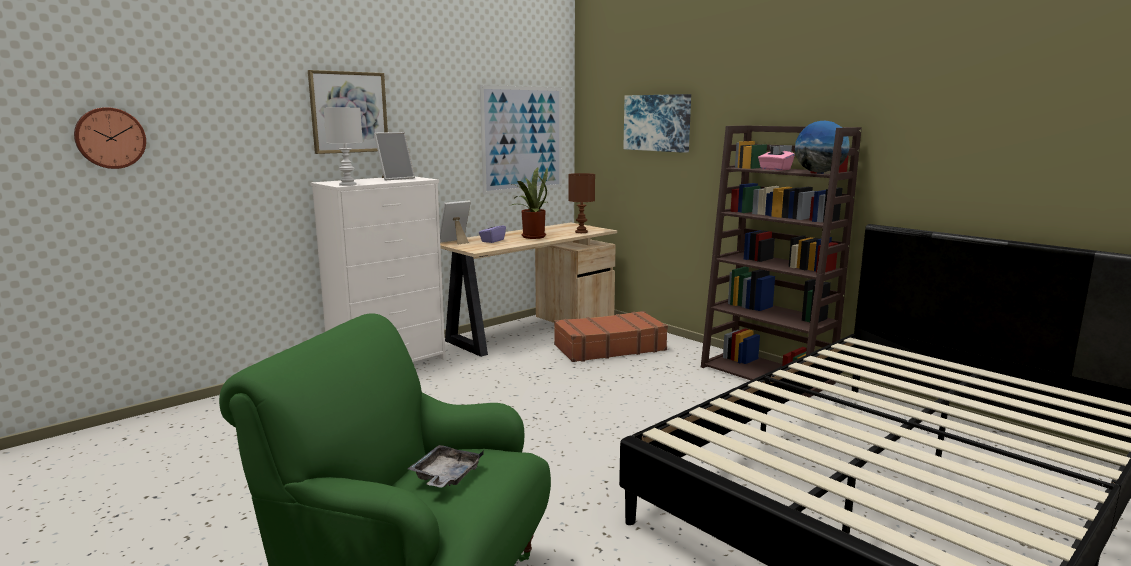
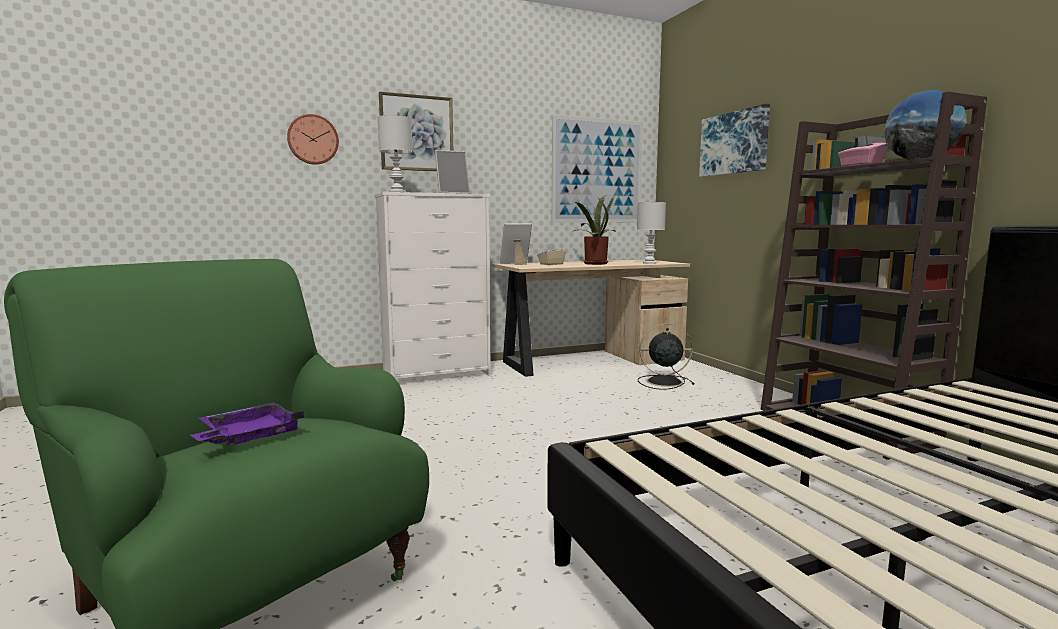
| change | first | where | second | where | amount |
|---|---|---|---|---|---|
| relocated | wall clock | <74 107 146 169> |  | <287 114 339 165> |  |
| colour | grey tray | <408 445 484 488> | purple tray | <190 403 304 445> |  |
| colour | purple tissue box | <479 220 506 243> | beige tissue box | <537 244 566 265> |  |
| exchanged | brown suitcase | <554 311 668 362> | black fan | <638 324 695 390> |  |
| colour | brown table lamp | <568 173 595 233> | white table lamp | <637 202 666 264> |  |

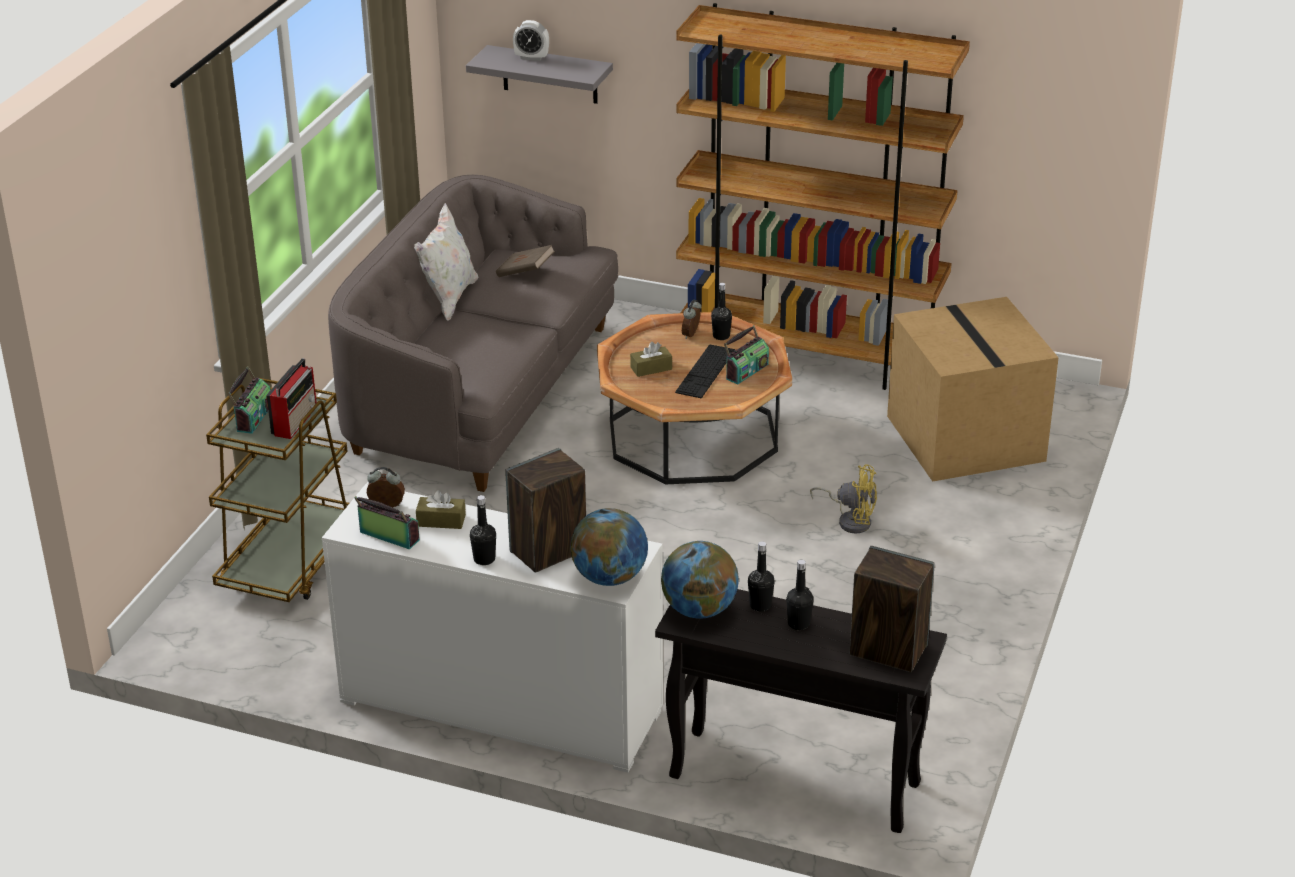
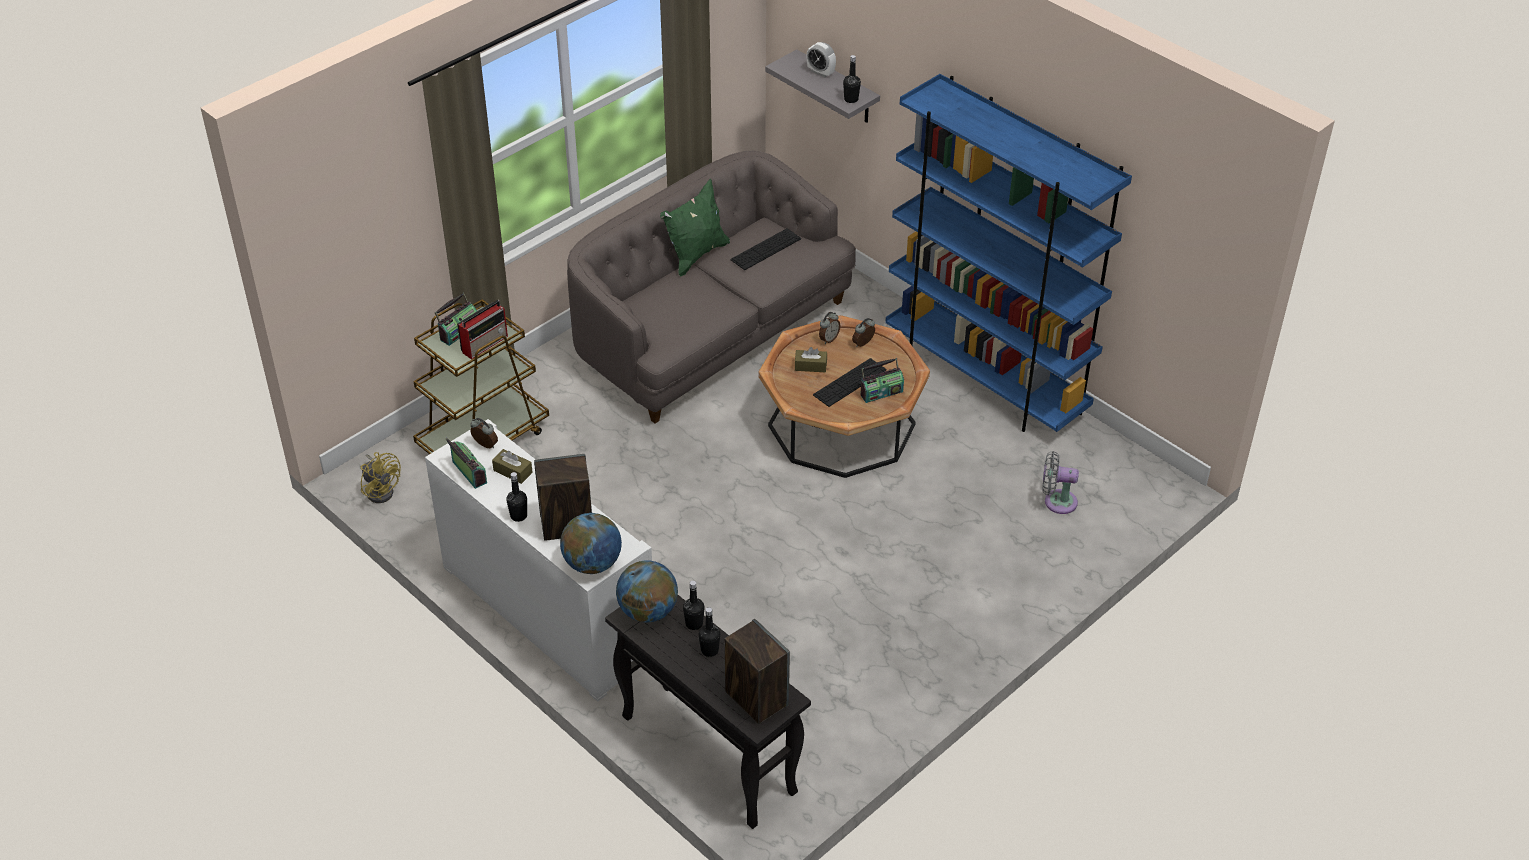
| change | first | where | second | where | amount |
|---|---|---|---|---|---|
| colour | white pillow | <414 203 479 321> | green pillow | <660 179 730 276> |  |
| exchanged | brown book | <496 245 555 277> | keyboard | <730 228 801 270> |  |
| colour | brown bookcase | <676 3 970 390> | blue bookcase | <885 74 1132 432> |  |
| relocated | black bottle | <711 283 732 340> |  | <843 55 861 103> |  |
| relocated | yellow fan | <810 464 877 534> |  | <361 452 401 503> |  |
| exchanged | cardboard box | <887 297 1059 482> | grey fan | <1042 451 1079 514> |  |
| appeared |  |  | alarm clock | <819 312 840 344> |  |

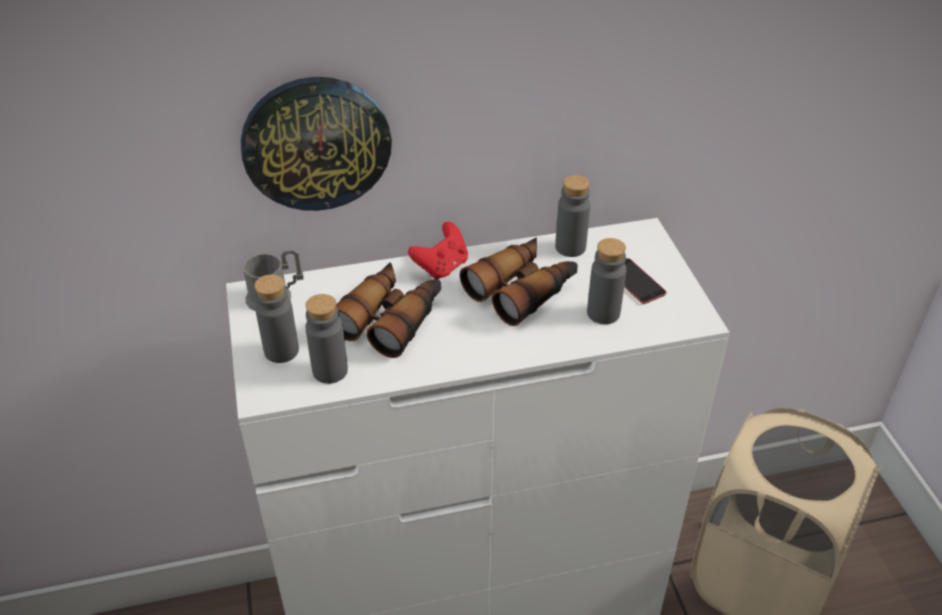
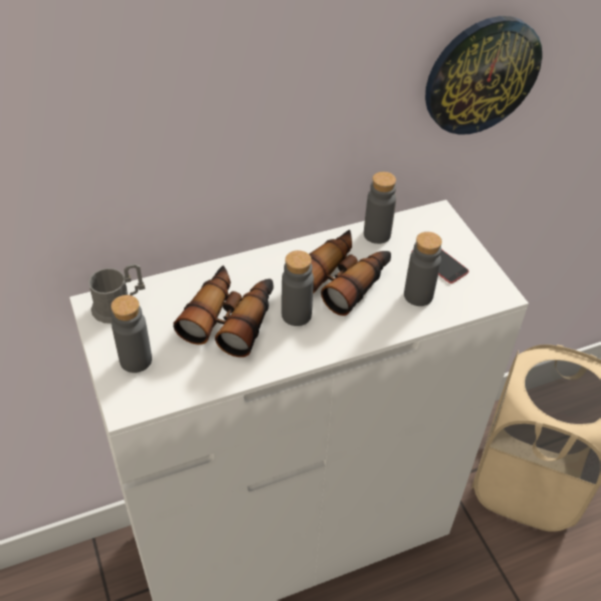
| change | first | where | second | where | amount |
|---|---|---|---|---|---|
| relocated | wall clock | <241 77 392 211> |  | <425 16 542 135> |  |
| relocated | grey bottle | <305 294 348 384> |  | <281 250 314 326> |  |
| missing | red game controller | <408 222 468 279> |  |  |  |

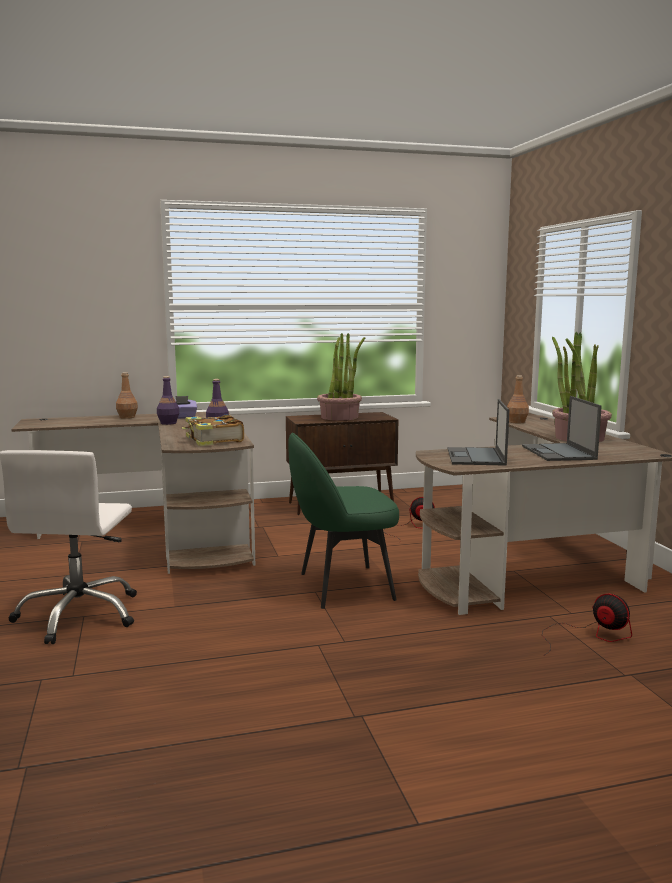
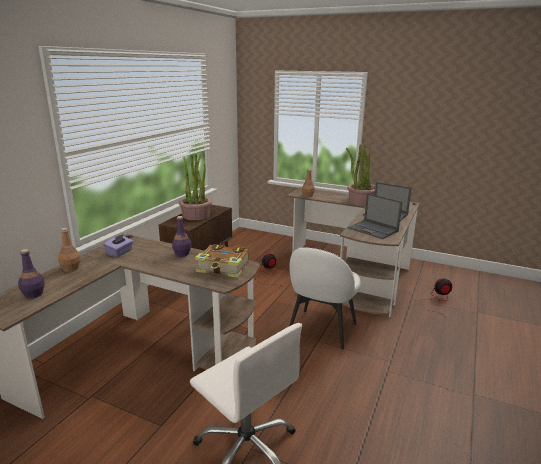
| change | first | where | second | where | amount |
|---|---|---|---|---|---|
| relocated | purple bottle | <157 376 179 425> |  | <18 249 45 299> |  |
| colour | green chair | <288 433 399 609> | white chair | <289 247 361 349> |  |

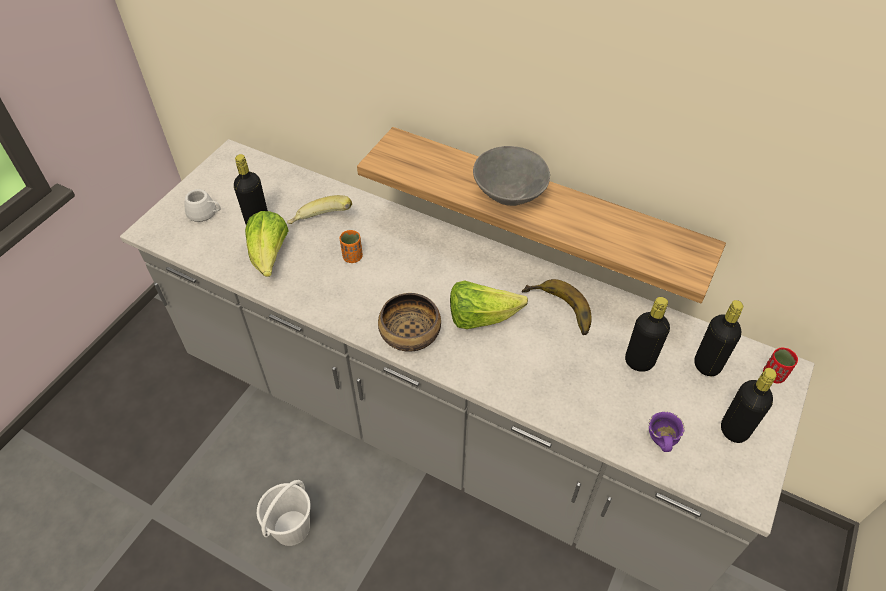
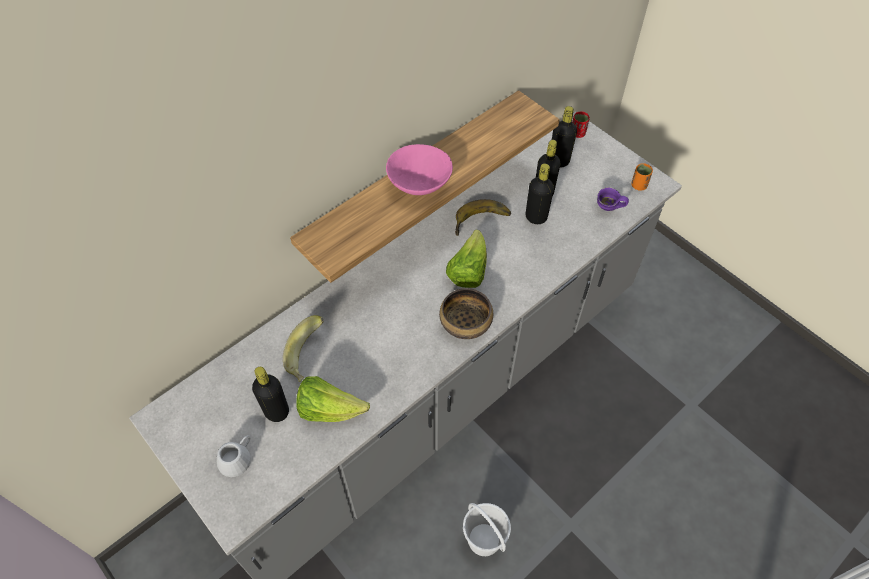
| change | first | where | second | where | amount |
|---|---|---|---|---|---|
| relocated | orange cup | <340 230 363 263> |  | <631 163 653 191> |  |
| colour | grey bowl | <473 146 550 206> | pink bowl | <386 144 453 195> |  |
| relocated | black bottle | <721 368 777 443> |  | <526 163 554 224> |  |

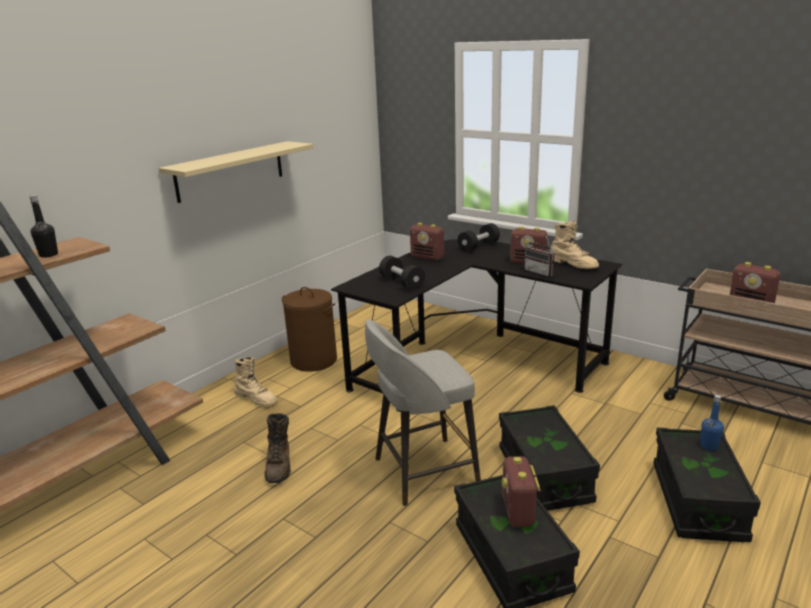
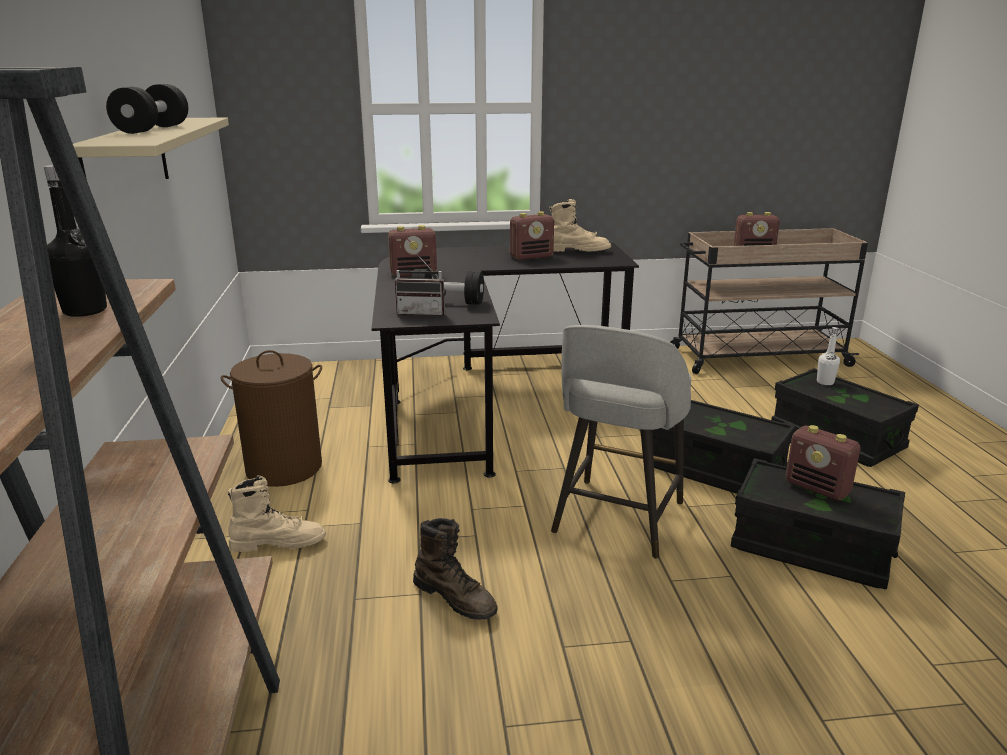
| change | first | where | second | where | amount |
|---|---|---|---|---|---|
| relocated | black dumbbell | <457 223 500 252> |  | <106 84 189 134> |  |
| relocated | radio | <524 236 555 277> |  | <395 254 446 316> |  |
| colour | blue bottle | <700 395 724 451> | white bottle | <817 327 840 385> |  |

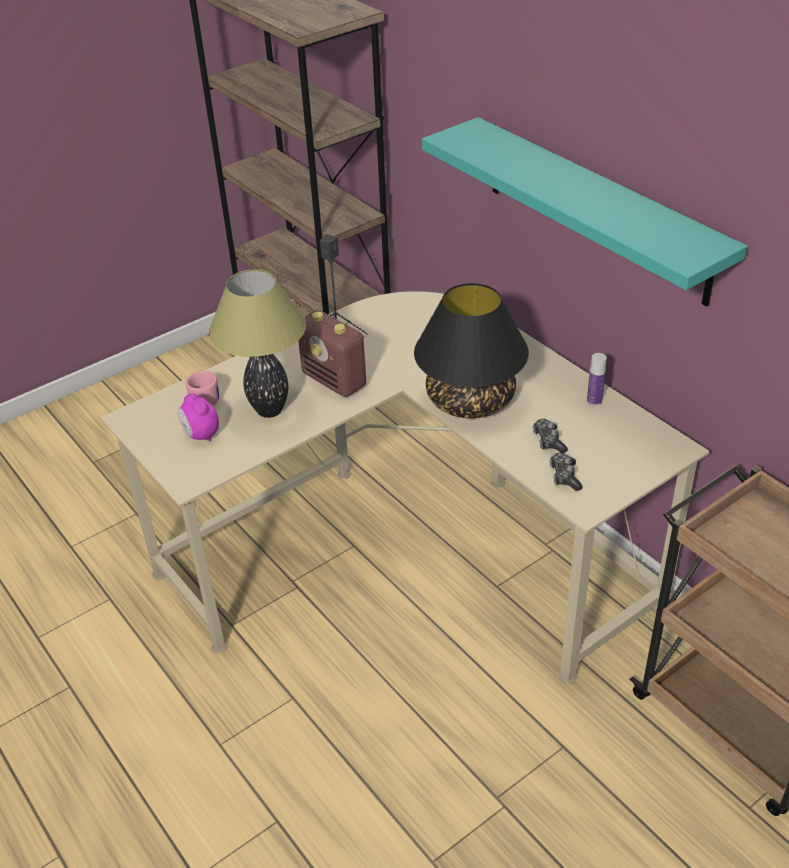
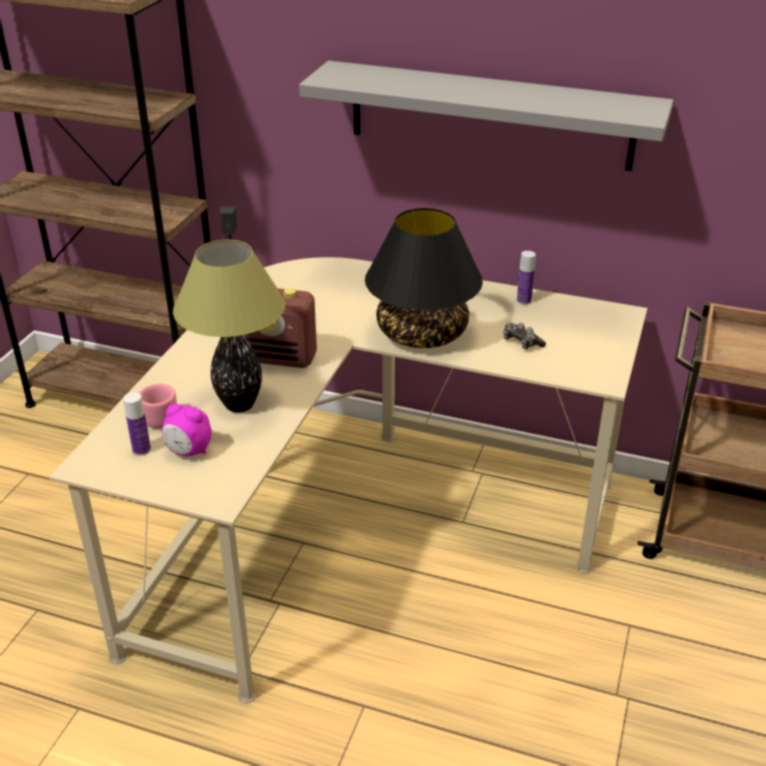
| change | first | where | second | where | amount |
|---|---|---|---|---|---|
| colour | turquoise shelf | <422 117 748 306> | grey shelf | <299 61 674 171> |  |
| missing | game controller | <550 453 582 491> |  |  |  |
| appeared |  |  | bottle | <123 392 151 456> |  |

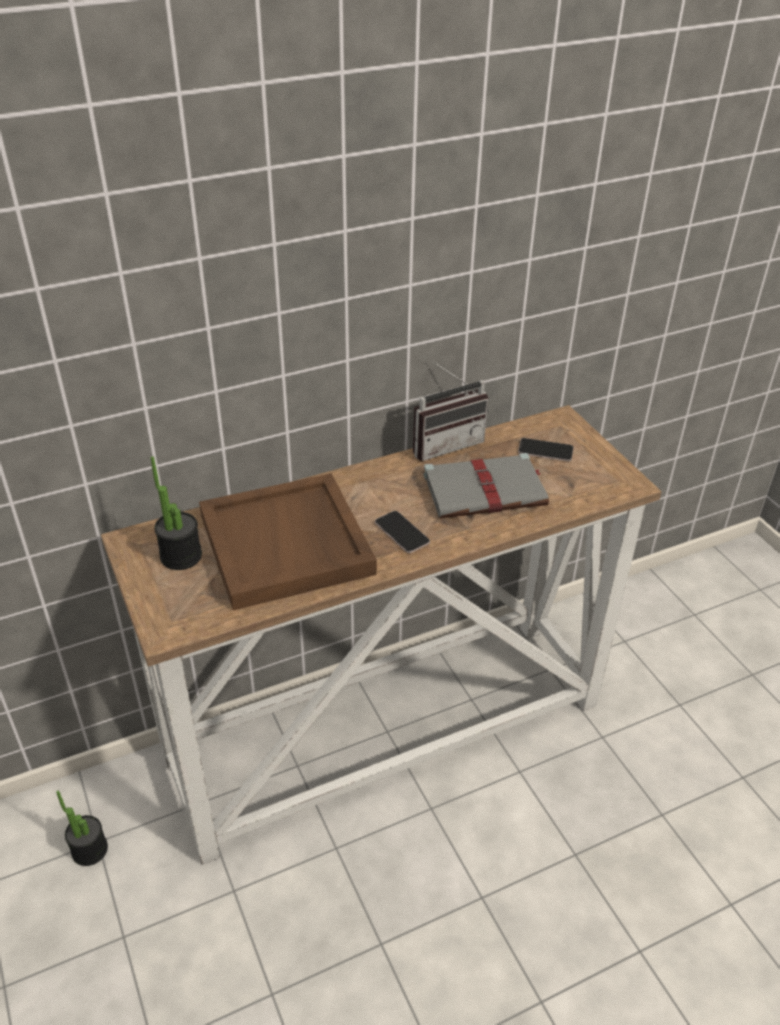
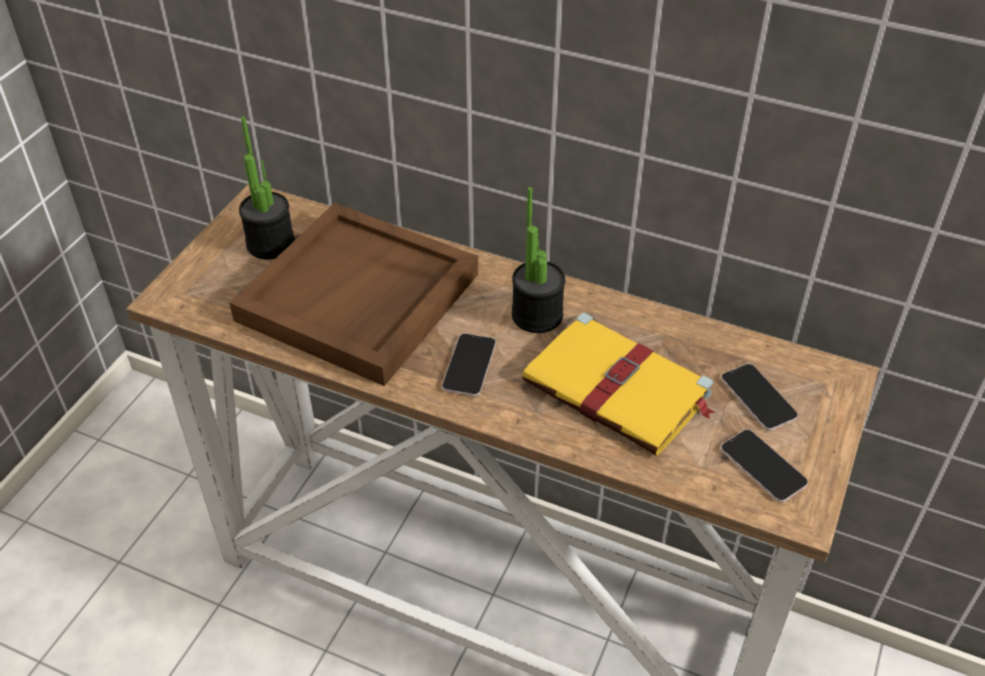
| change | first | where | second | where | amount |
|---|---|---|---|---|---|
| relocated | potted plant | <56 791 108 866> |  | <512 187 565 333> |  |
| missing | radio | <413 360 488 461> |  |  |  |
| colour | grey book | <423 453 549 518> | yellow book | <522 313 715 456> |  |
| appeared |  |  | phone | <720 429 808 502> |  |

